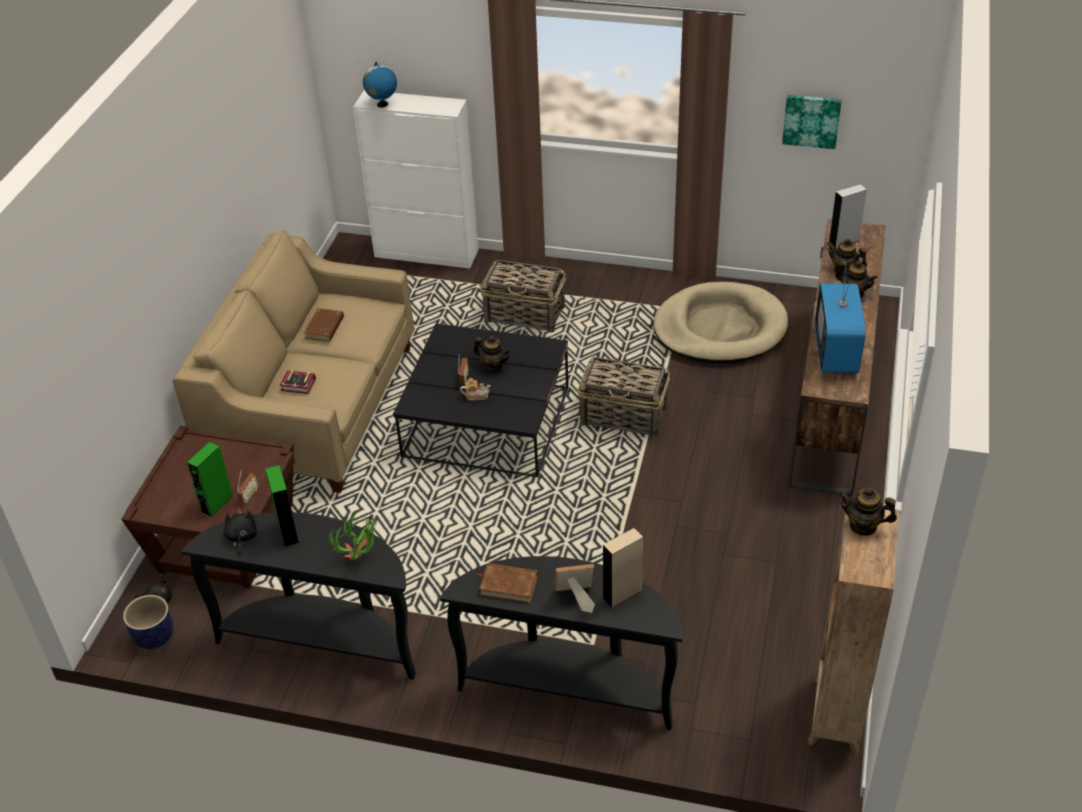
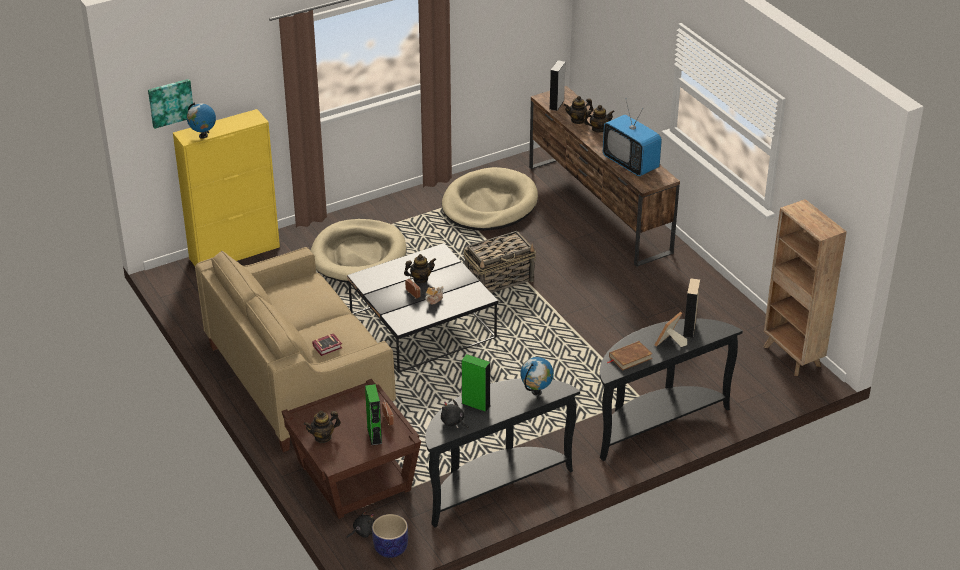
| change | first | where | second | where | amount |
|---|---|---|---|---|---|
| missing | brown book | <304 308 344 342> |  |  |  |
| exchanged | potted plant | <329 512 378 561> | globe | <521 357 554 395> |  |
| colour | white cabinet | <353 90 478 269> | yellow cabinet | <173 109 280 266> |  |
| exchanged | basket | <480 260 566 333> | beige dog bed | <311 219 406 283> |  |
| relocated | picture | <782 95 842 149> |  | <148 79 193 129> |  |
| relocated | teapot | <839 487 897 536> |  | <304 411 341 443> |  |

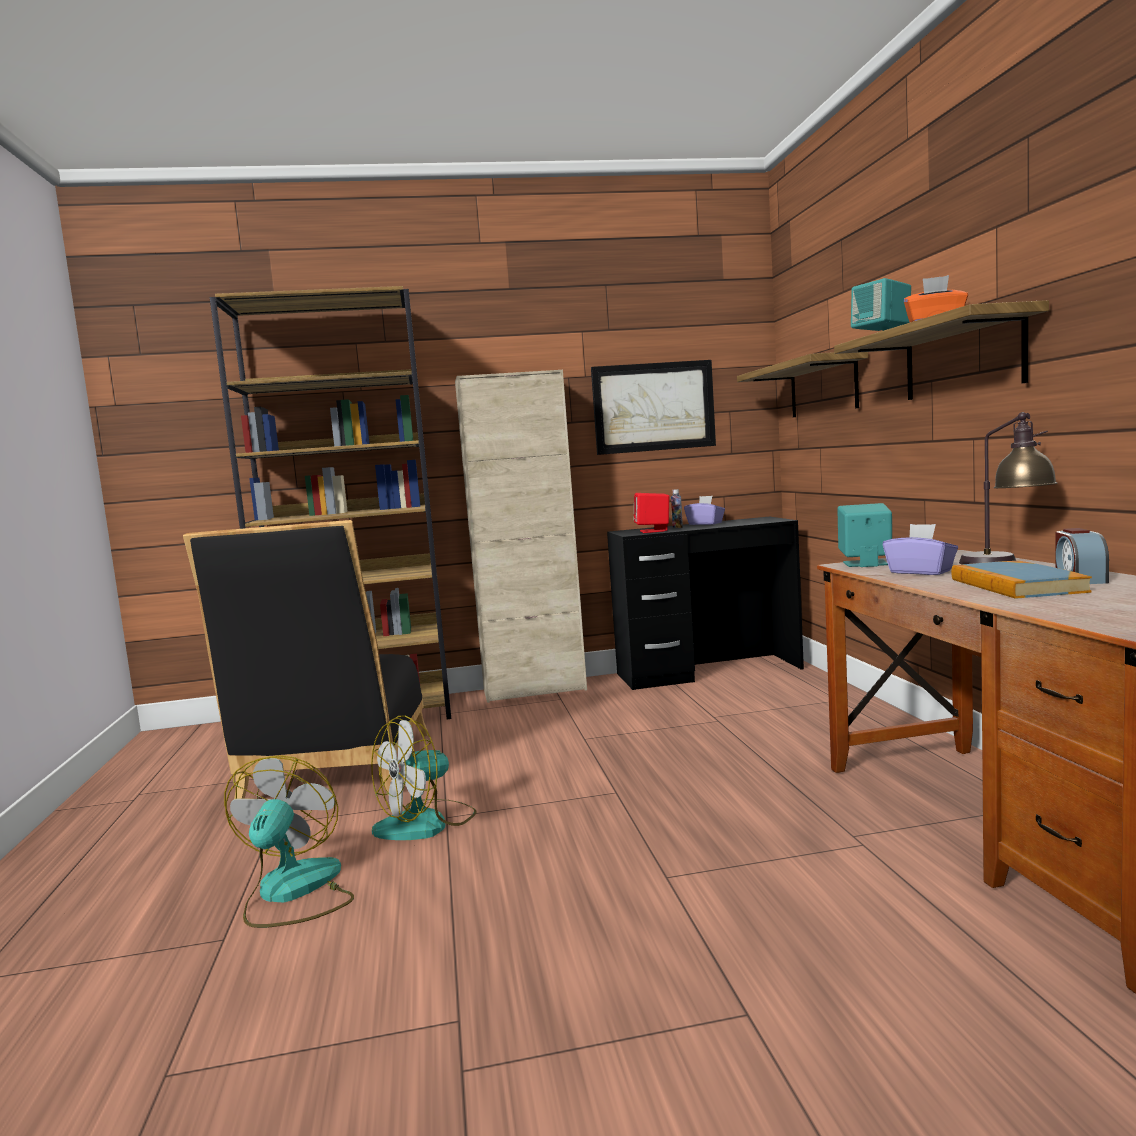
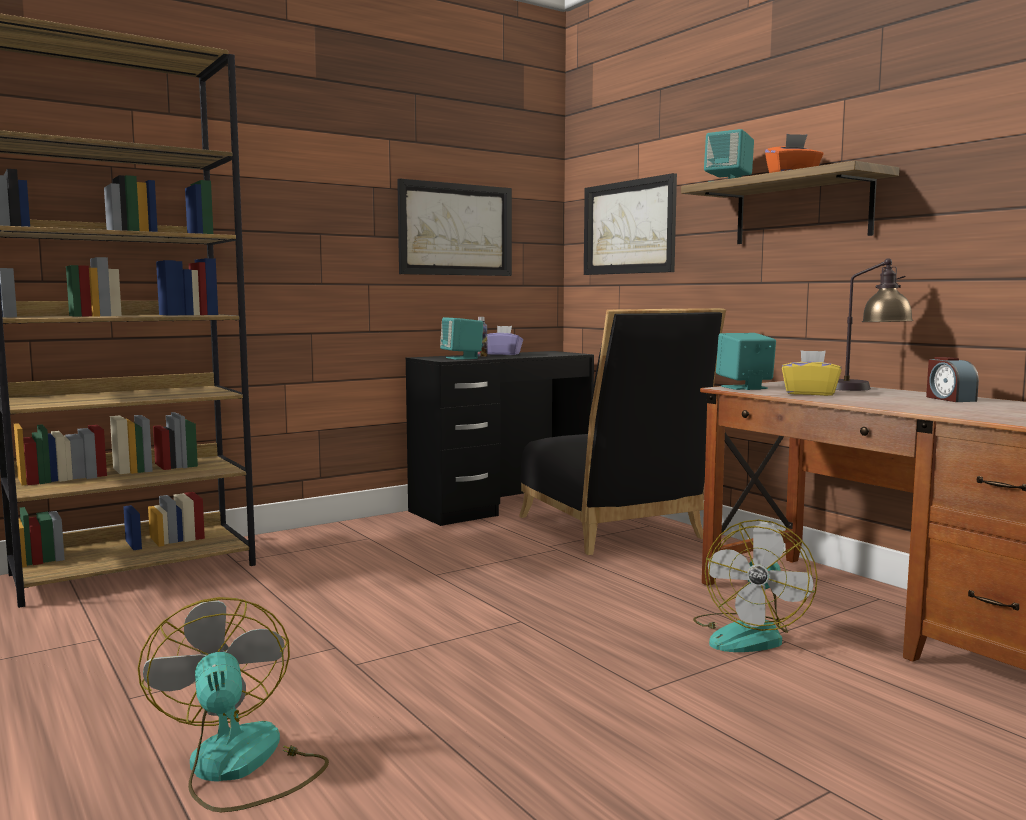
| change | first | where | second | where | amount |
|---|---|---|---|---|---|
| relocated | black chair | <183 520 428 799> |  | <519 308 726 555> |  |
| relocated | fan | <371 715 476 840> |  | <693 520 818 652> |  |
| missing | beige cabinet | <455 370 587 703> |  |  |  |
| colour | red speaker | <634 493 669 533> | turquoise speaker | <440 317 483 360> |  |
| exchanged | shelf | <737 352 868 417> | picture | <584 173 677 275> |  |
| colour | purple tissue box | <883 524 958 575> | yellow tissue box | <782 350 841 396> |  |
| missing | book | <951 561 1092 599> |  |  |  |

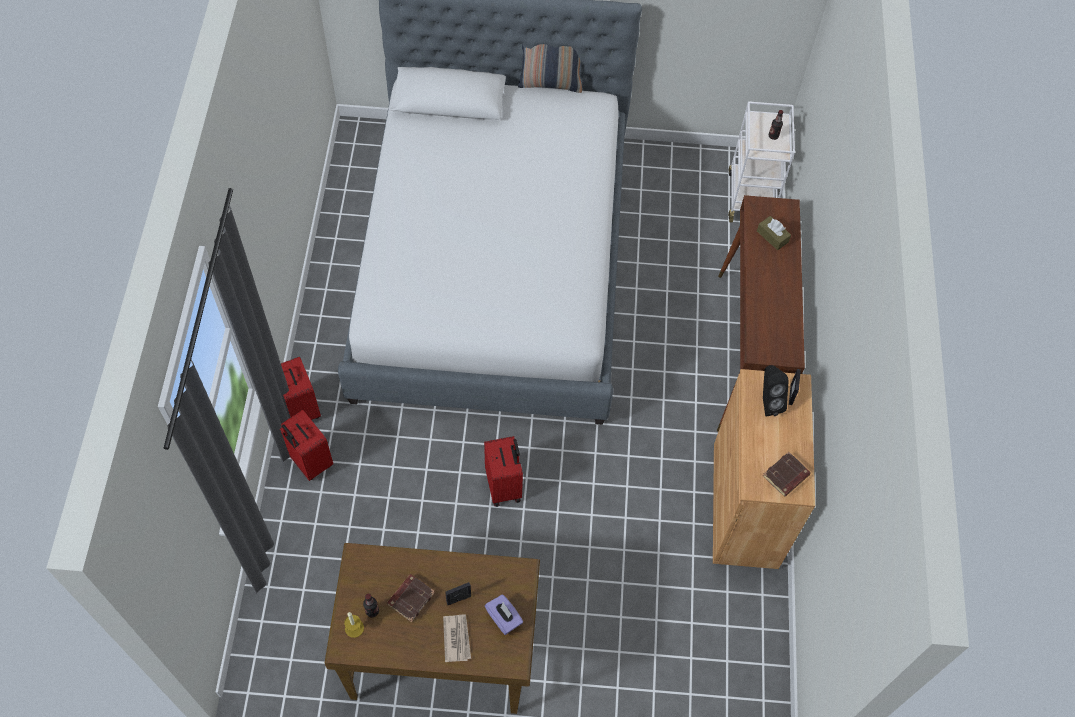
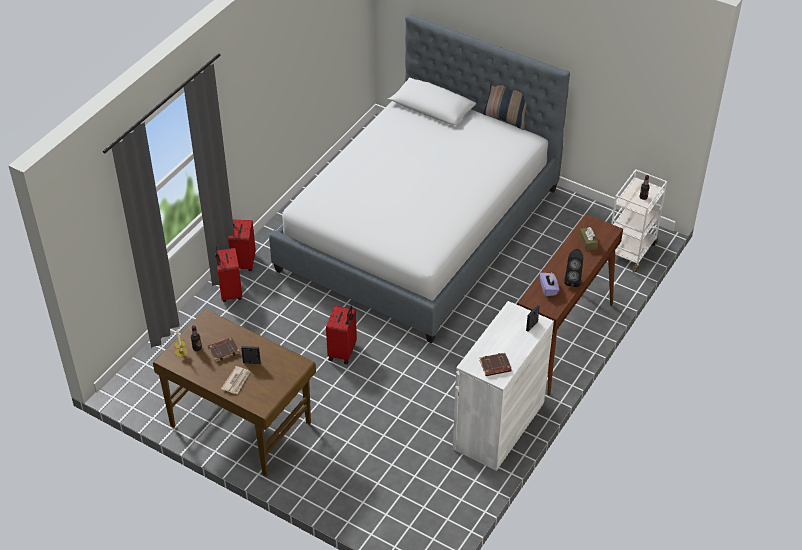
| change | first | where | second | where | amount |
|---|---|---|---|---|---|
| relocated | purple tissue box | <485 595 523 635> |  | <540 273 559 296> |  |
| colour | brown cabinet | <713 369 815 569> | white cabinet | <453 301 554 471> |  |
| relocated | black speaker | <763 365 789 417> |  | <564 249 583 287> |  |

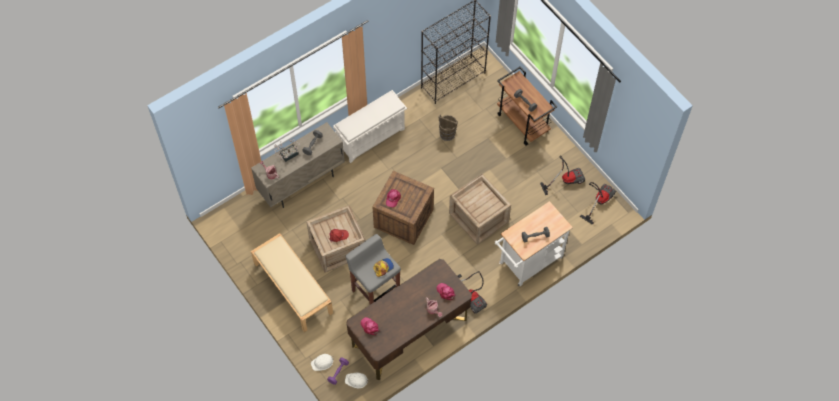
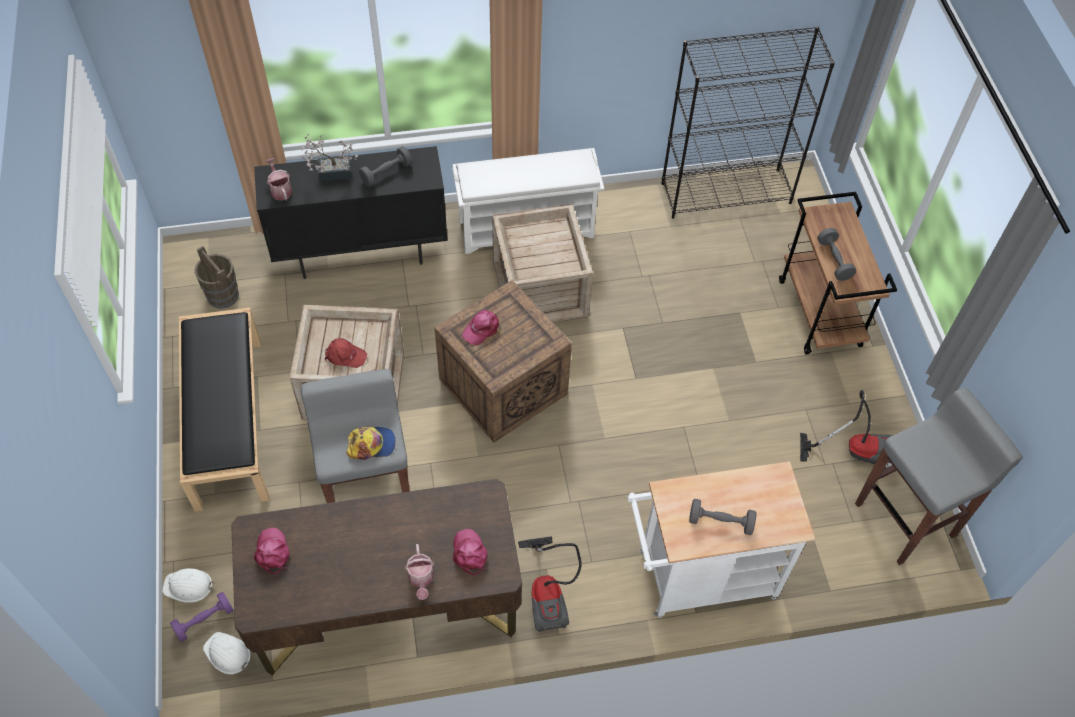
| change | first | where | second | where | amount |
|---|---|---|---|---|---|
| colour | beige cabinet | <251 122 345 208> | black cabinet | <254 146 448 279> |  |
| colour | beige bench | <251 233 333 332> | black bench | <179 308 269 512> |  |
| relocated | brown bucket | <438 115 458 141> |  | <194 246 239 309> |  |
| relocated | crate | <449 174 511 245> |  | <492 203 593 323> |  |
| exchanged | vacuum cleaner | <580 182 616 225> | grey stool | <855 388 1023 565> |  |

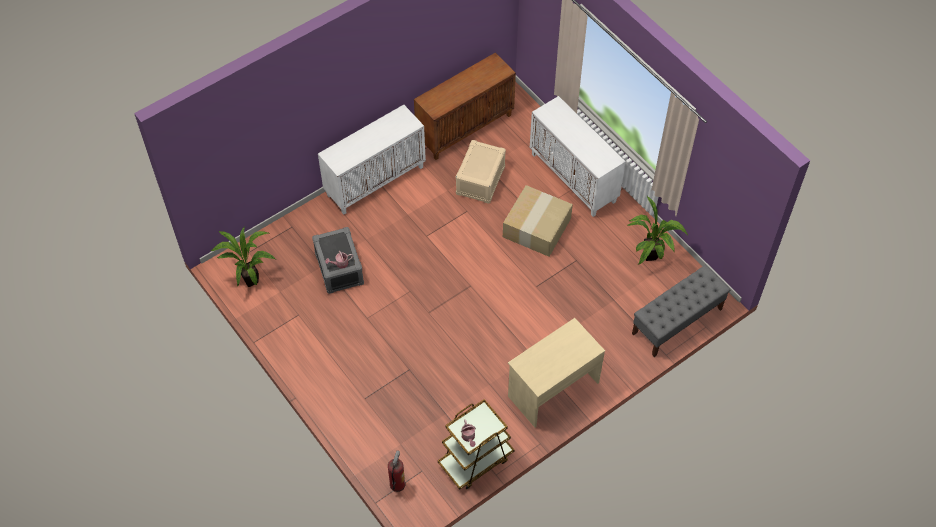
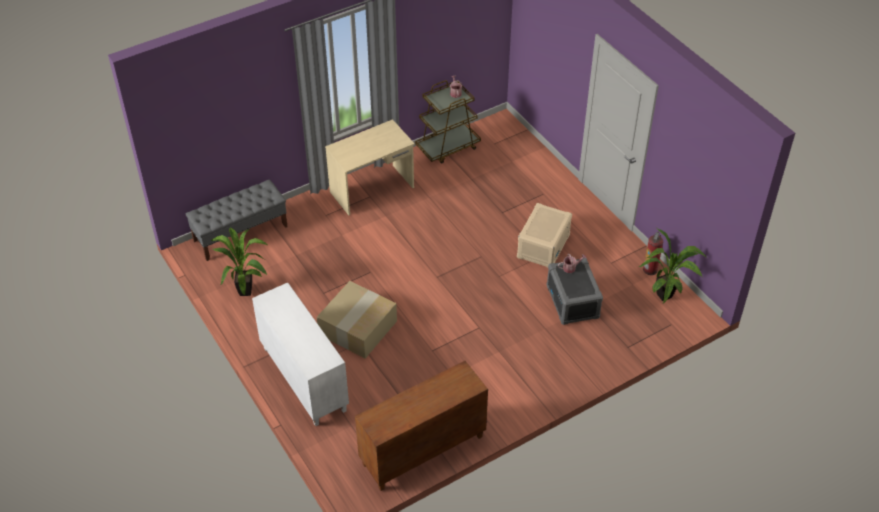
| change | first | where | second | where | amount |
|---|---|---|---|---|---|
| missing | white cabinet | <318 105 426 215> |  |  |  |
| relocated | fire extinguisher | <388 451 405 492> |  | <643 232 663 275> |  |
| relocated | beige storage box | <456 140 506 204> |  | <517 203 572 268> |  |

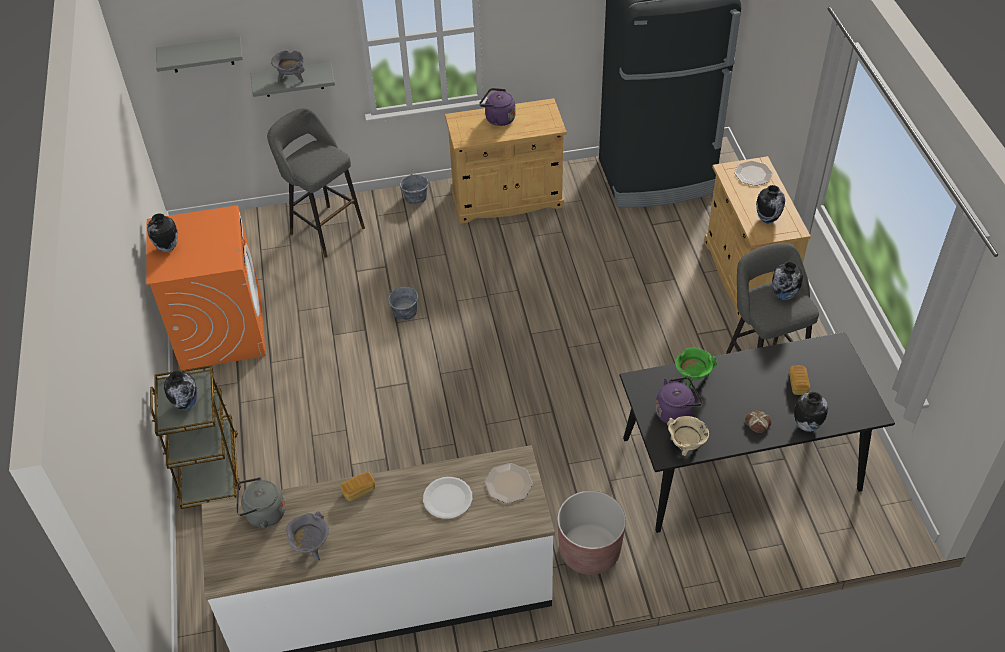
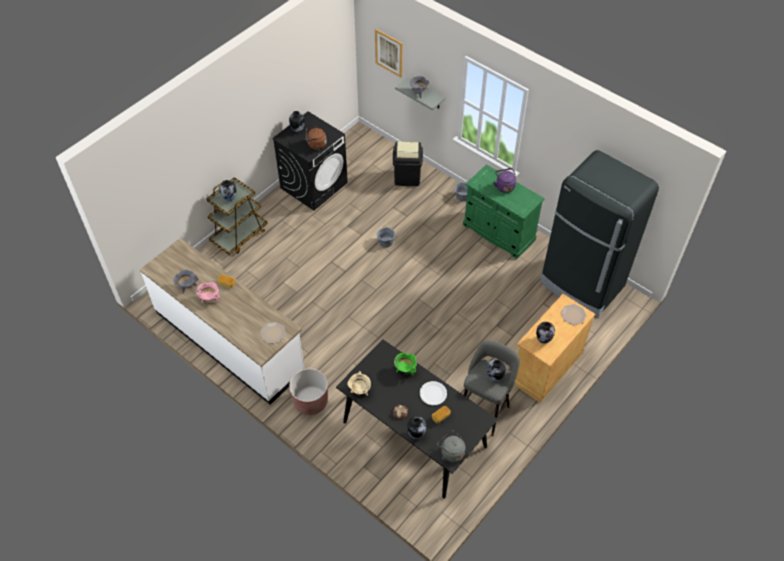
| change | first | where | second | where | amount |
|---|---|---|---|---|---|
| colour | orange washing machine | <146 205 266 370> | black washing machine | <272 111 348 211> |  |
| exchanged | grey shelf | <156 36 243 73> | picture | <375 29 403 78> |  |
| relocated | grey kettle | <236 477 285 528> |  | <437 430 465 462> |  |
| exchanged | grey stool | <267 108 365 258> | black trash can | <393 142 423 186> |  |
| relocated | white plate | <423 477 472 519> |  | <420 381 447 405> |  |
| colour | beige cabinet | <445 98 567 224> | green cabinet | <463 164 545 259> |  |
| missing | purple kettle | <656 377 702 424> |  |  |  |
| appeared |  |  | pink cooking pot | <196 282 220 303> |  |
| appeared |  |  | brown kettle | <306 126 327 150> |  |

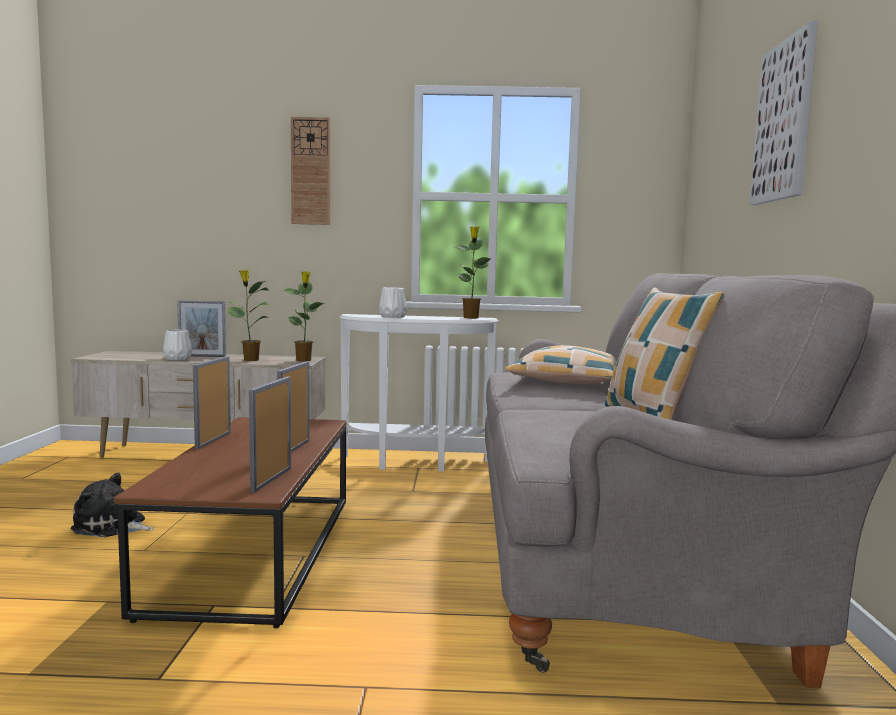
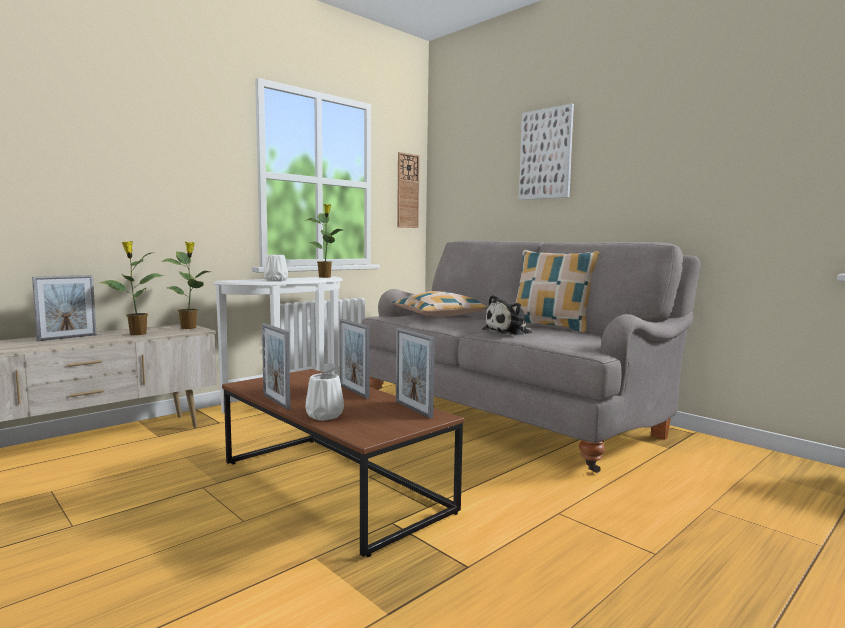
| change | first | where | second | where | amount |
|---|---|---|---|---|---|
| relocated | plush toy | <71 472 154 537> |  | <482 295 532 335> |  |
| relocated | white vase | <163 330 192 360> |  | <306 373 344 421> |  |
| relocated | wall clock | <291 117 330 225> |  | <397 152 420 228> |  |

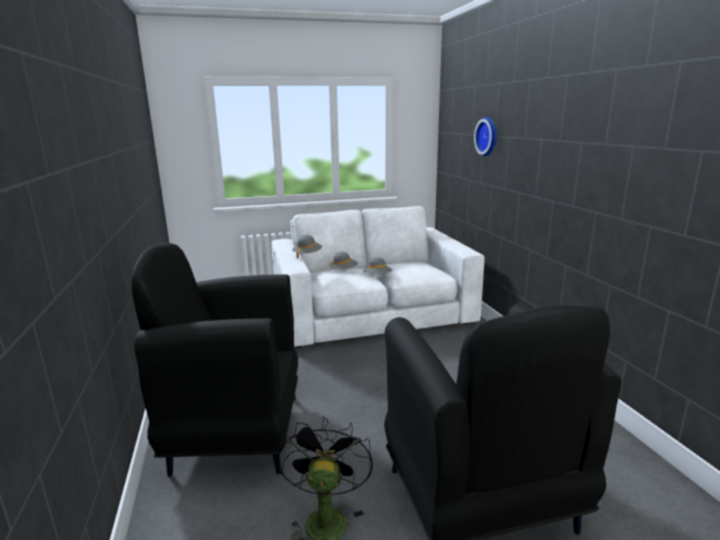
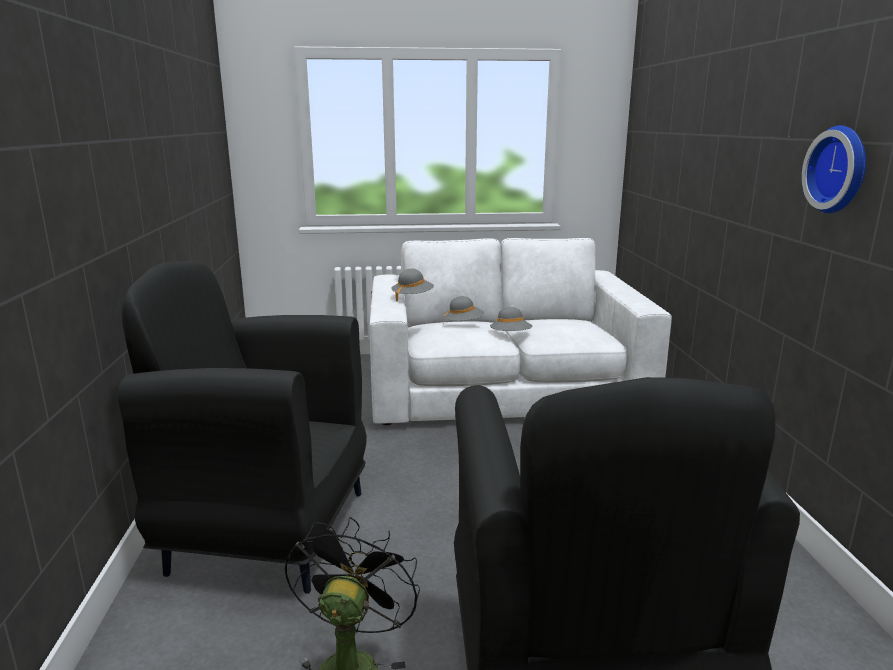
| change | first | where | second | where | amount |
|---|---|---|---|---|---|
| relocated | wall clock | <474 117 497 156> |  | <802 125 866 213> |  |

